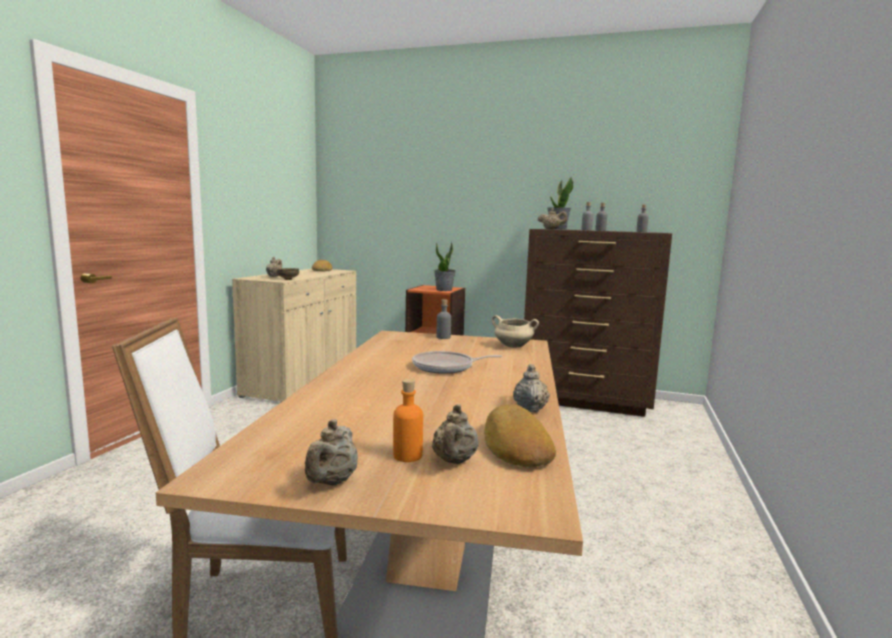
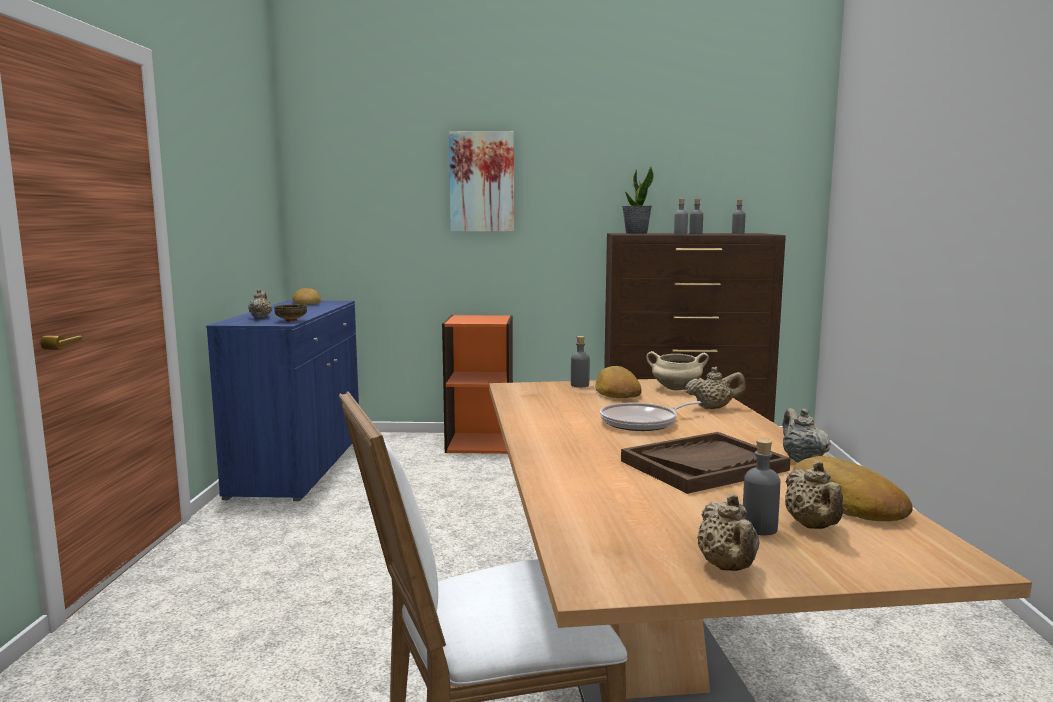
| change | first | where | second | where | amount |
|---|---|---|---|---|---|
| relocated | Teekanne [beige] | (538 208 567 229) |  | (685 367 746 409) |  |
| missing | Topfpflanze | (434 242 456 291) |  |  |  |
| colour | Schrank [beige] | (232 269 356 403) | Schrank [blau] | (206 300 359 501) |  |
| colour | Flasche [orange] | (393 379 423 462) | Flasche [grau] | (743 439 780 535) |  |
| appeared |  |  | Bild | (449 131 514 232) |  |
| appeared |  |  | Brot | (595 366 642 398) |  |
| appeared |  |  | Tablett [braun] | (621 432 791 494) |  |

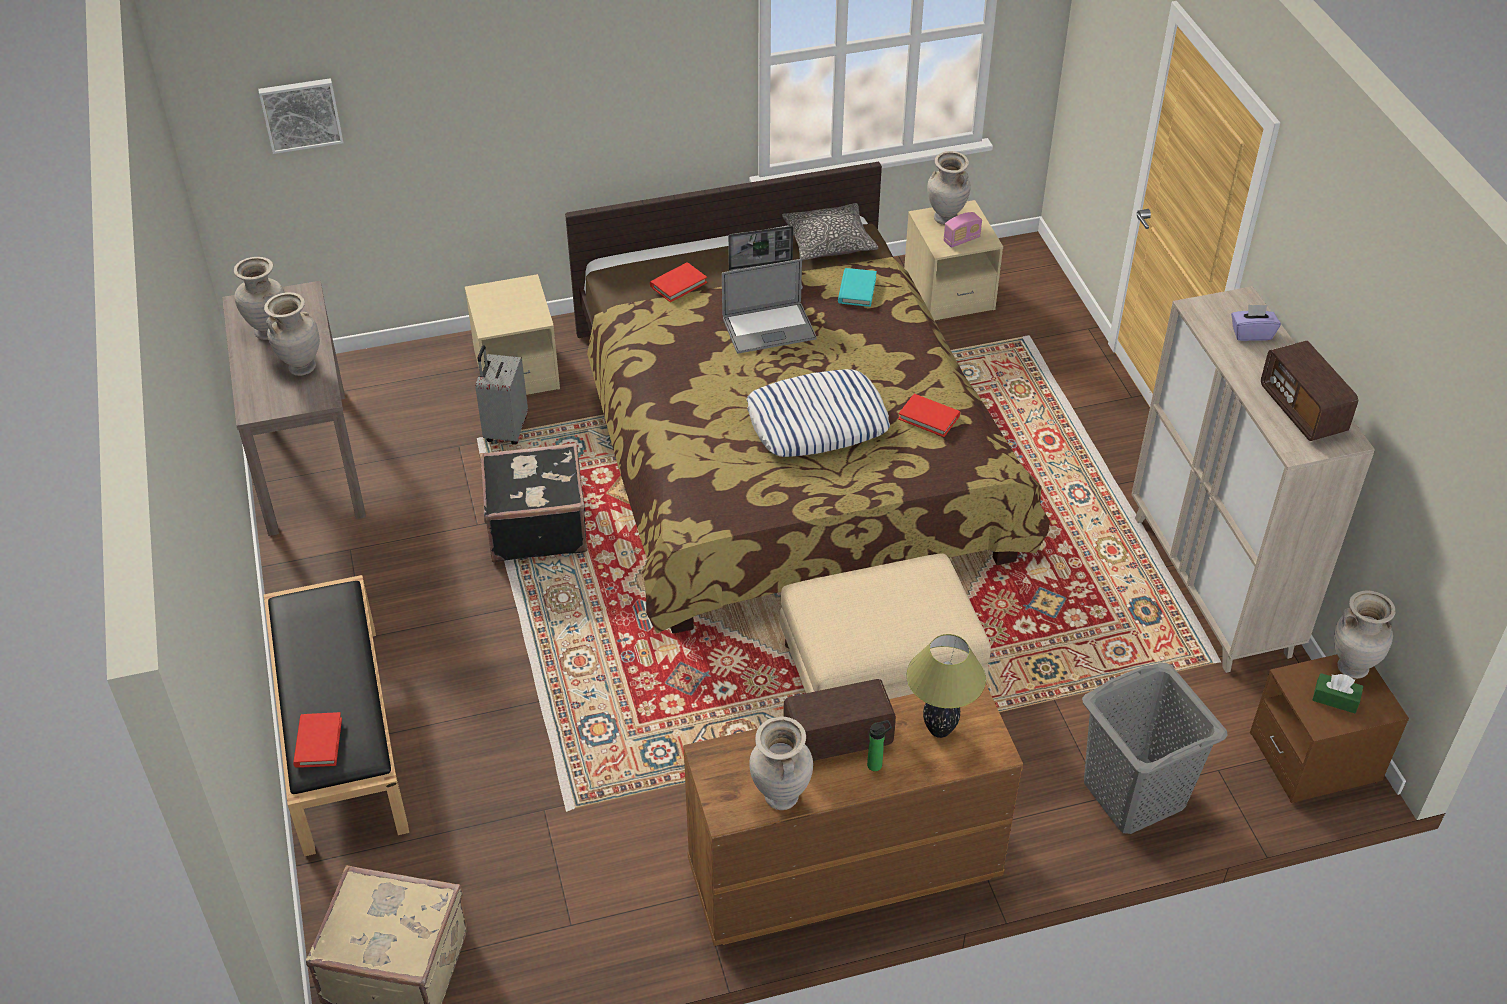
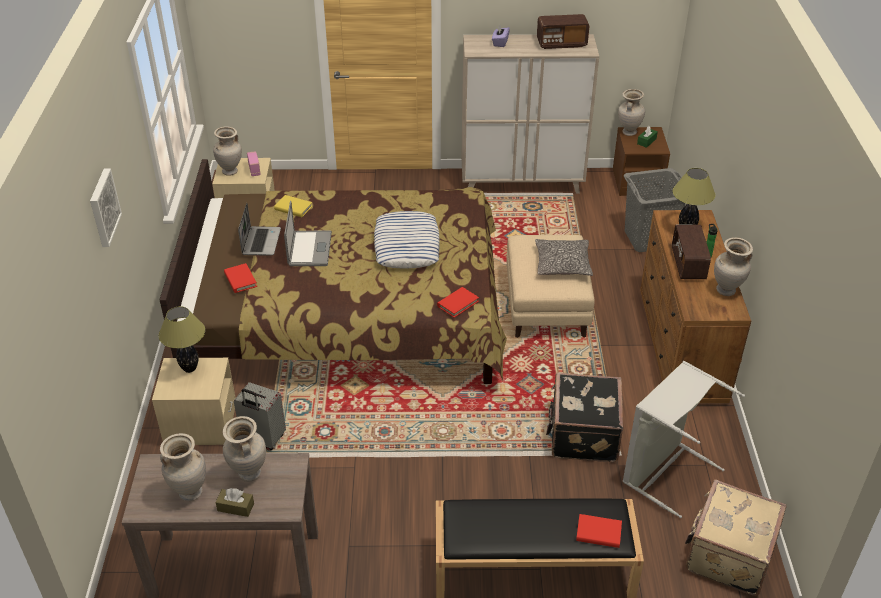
| change | first | where | second | where | amount |
|---|---|---|---|---|---|
| relocated | Bild | (258 78 343 154) |  | (90 168 122 247) |  |
| relocated | Kissen | (782 203 879 261) |  | (535 239 593 276) |  |
| colour | Buch [türkis] | (838 268 877 307) | Buch [gelb] | (274 195 312 217) |  |
| relocated | Buch [rot] | (898 394 960 437) |  | (437 287 479 318) |  |
| relocated | Koffer [schwarz] | (480 443 588 563) |  | (546 372 623 462) |  |
| appeared |  |  | Tischlampe | (159 306 205 373) |  |
| appeared |  |  | Wäschekorb [grau] | (623 361 745 518) |  |
| appeared |  |  | Taschentuchbox [braun] | (216 488 254 517) |  |

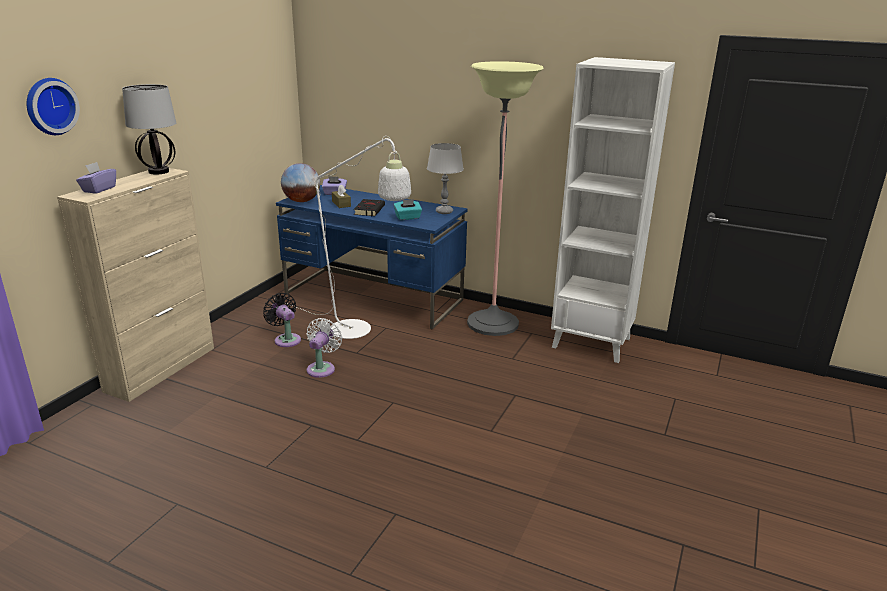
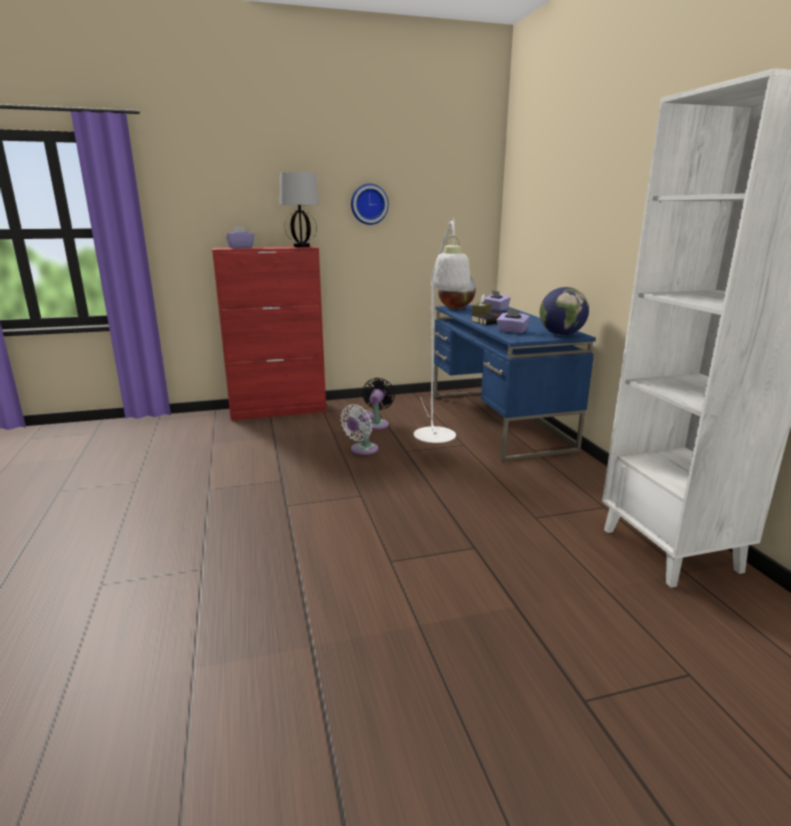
| change | first | where | second | where | amount |
|---|---|---|---|---|---|
| missing | Stehlampe | (467 61 543 336) |  |  |  |
| relocated | Wanduhr | (27 78 80 135) |  | (351 184 389 225) |  |
| exchanged | Tischlampe [grau] | (427 143 464 214) | Globus | (540 287 589 335) |  |
| colour | Schrank [beige] | (57 168 214 402) | Schrank [rot] | (212 246 326 420) |  |
| colour | Taschentuchbox [türkis] | (393 199 422 220) | Taschentuchbox [lila] | (496 309 530 333) |  |
| spun | Ventilator [weiß] | (307 318 342 378) |  | (340 404 378 455) | 150 degrees clockwise |

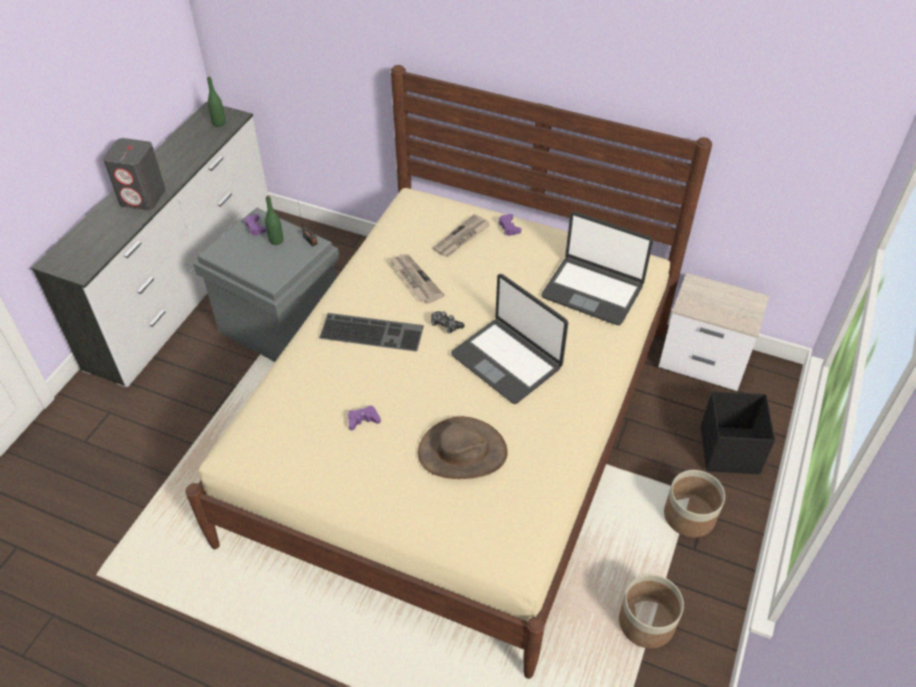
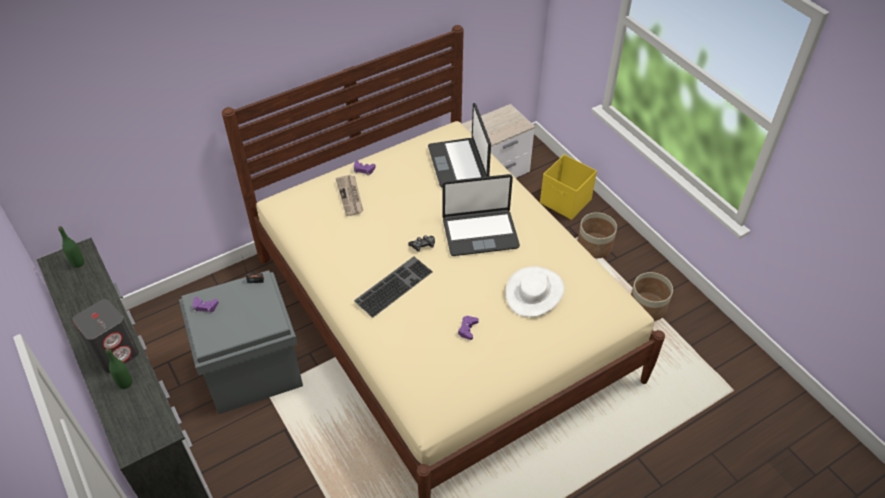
| change | first | where | second | where | amount |
|---|---|---|---|---|---|
| relocated | Flasche [grün] | (265 196 283 245) |  | (106 348 133 389) |  |
| spun | Laptop | (542 212 653 325) |  | (428 103 491 188) | 105 degrees clockwise |
| missing | Zeitung | (389 254 444 304) |  |  |  |
| colour | Aufbewahrungsbox [schwarz] | (701 391 775 474) | Aufbewahrungsbox [gelb] | (540 154 597 220) |  |
| colour | Hut [braun] | (418 417 508 479) | Hut [weiß] | (506 267 564 317) |  |

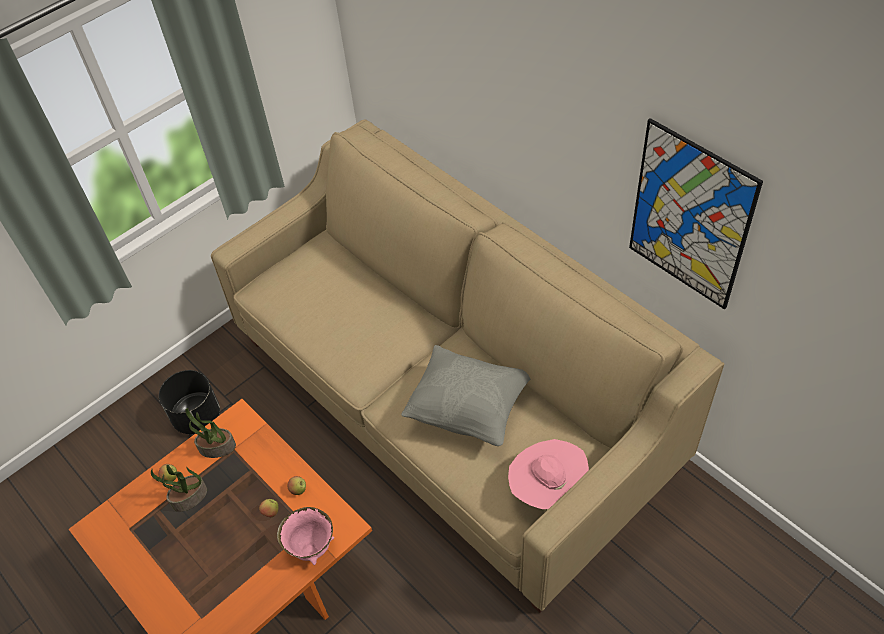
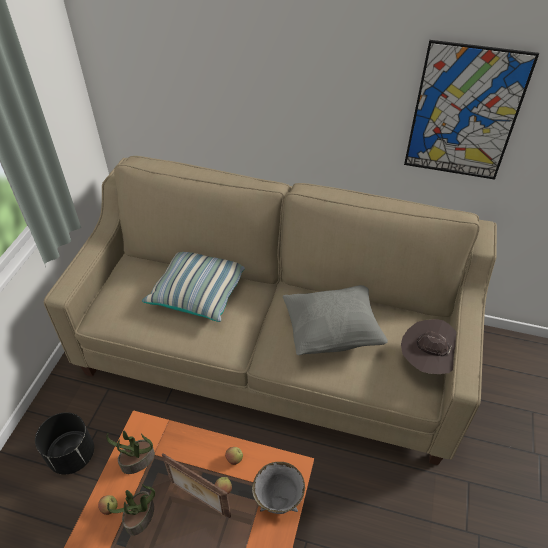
| change | first | where | second | where | amount |
|---|---|---|---|---|---|
| colour | Hut [rosa] | (508 439 589 509) | Hut [braun] | (401 319 457 374) |  |
| colour | Schüssel [rosa] | (277 507 334 565) | Schüssel [grau] | (252 462 305 514) |  |
| appeared |  |  | Kissen | (142 252 245 322) |  |
| appeared |  |  | Bilderrahmen | (162 453 231 518) |  |

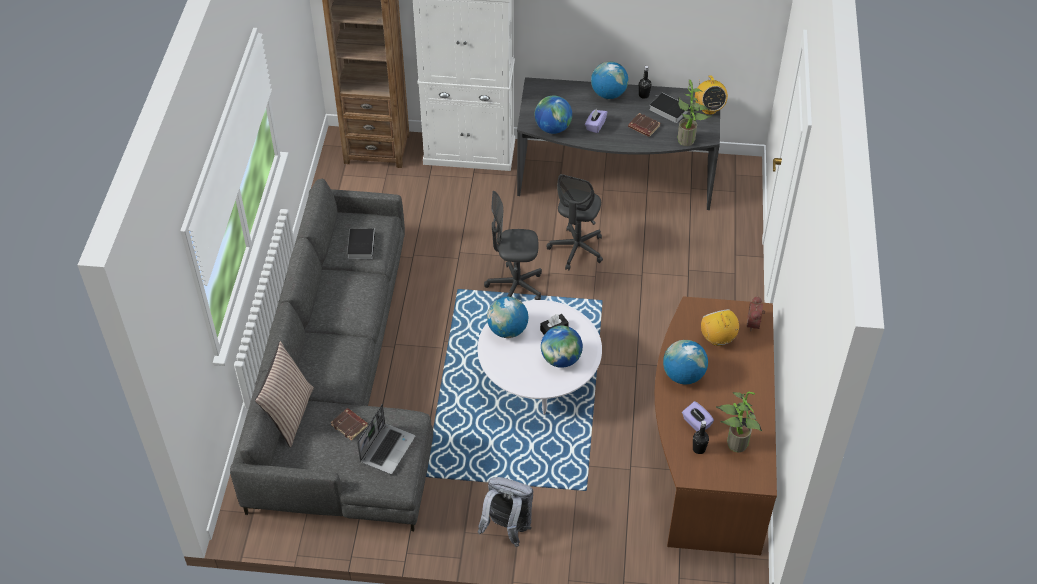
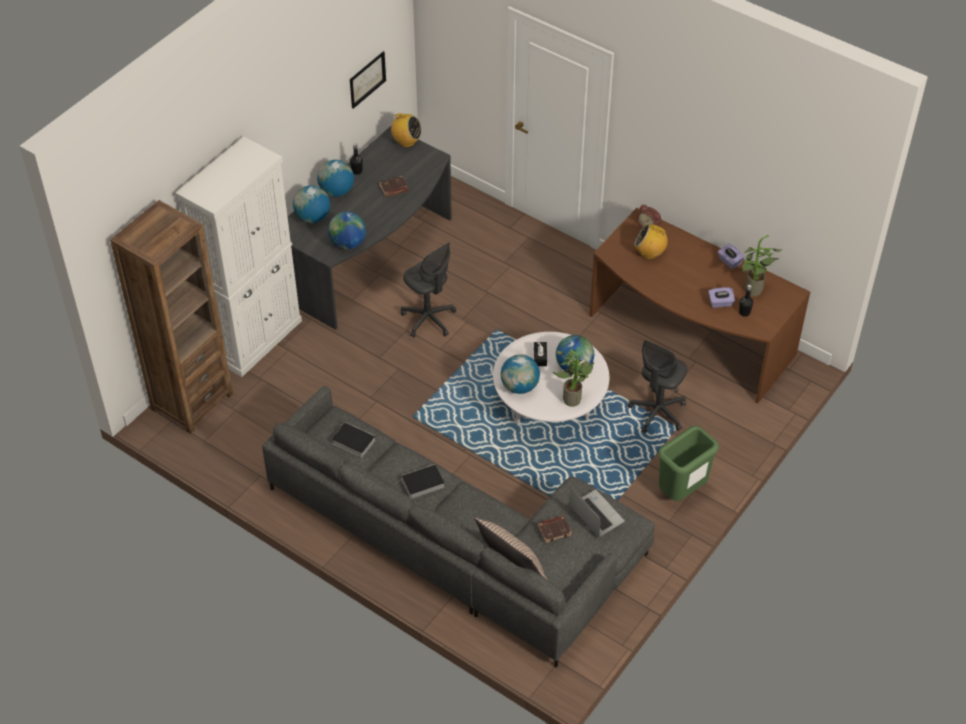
| change | first | where | second | where | amount |
|---|---|---|---|---|---|
| relocated | Topfpflanze | (678 80 712 146) |  | (553 349 594 407) |  |
| relocated | Buch | (649 93 688 123) |  | (397 464 444 499) |  |
| relocated | Taschentuchbox [lila] | (585 108 608 133) |  | (718 243 744 269) |  |
| relocated | Bürostuhl [grau] | (484 191 542 300) |  | (628 340 687 433) |  |
| relocated | Globus | (663 340 708 384) |  | (293 186 330 223) |  |
| exchanged | Rucksack [grau] | (478 477 533 547) | Mülleimer [grün] | (658 426 719 501) |  |
| appeared |  |  | Bild | (350 51 386 109) |  |

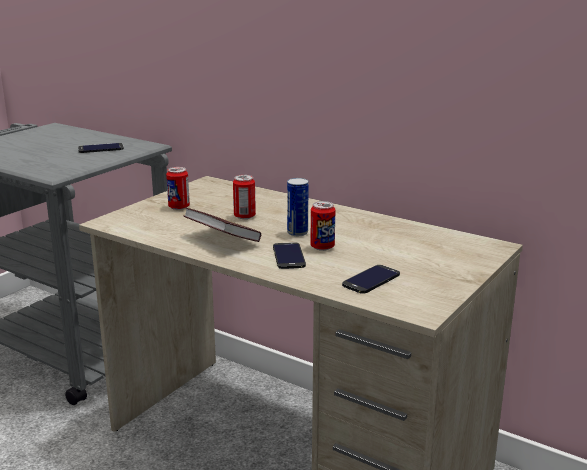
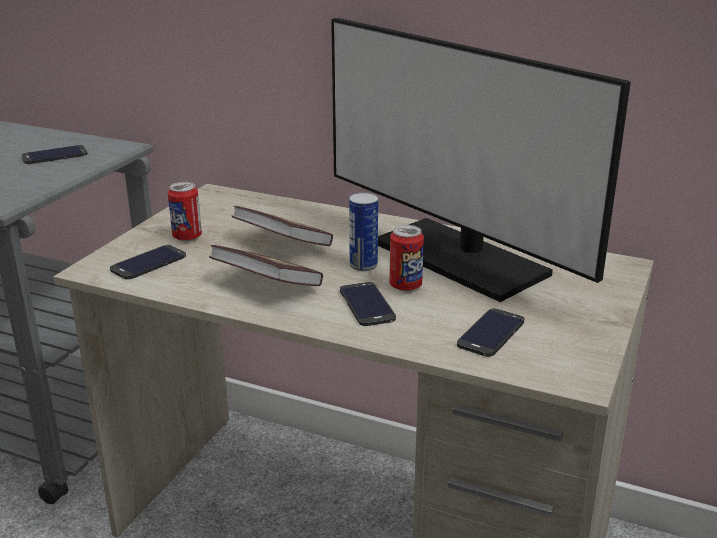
| change | first | where | second | where | amount |
|---|---|---|---|---|---|
| exchanged | Dose | (233 175 256 219) | Buch | (232 206 333 246) |  |
| appeared |  |  | Monitor | (331 18 631 302) |  |
| appeared |  |  | Handy | (110 245 186 280) |  |

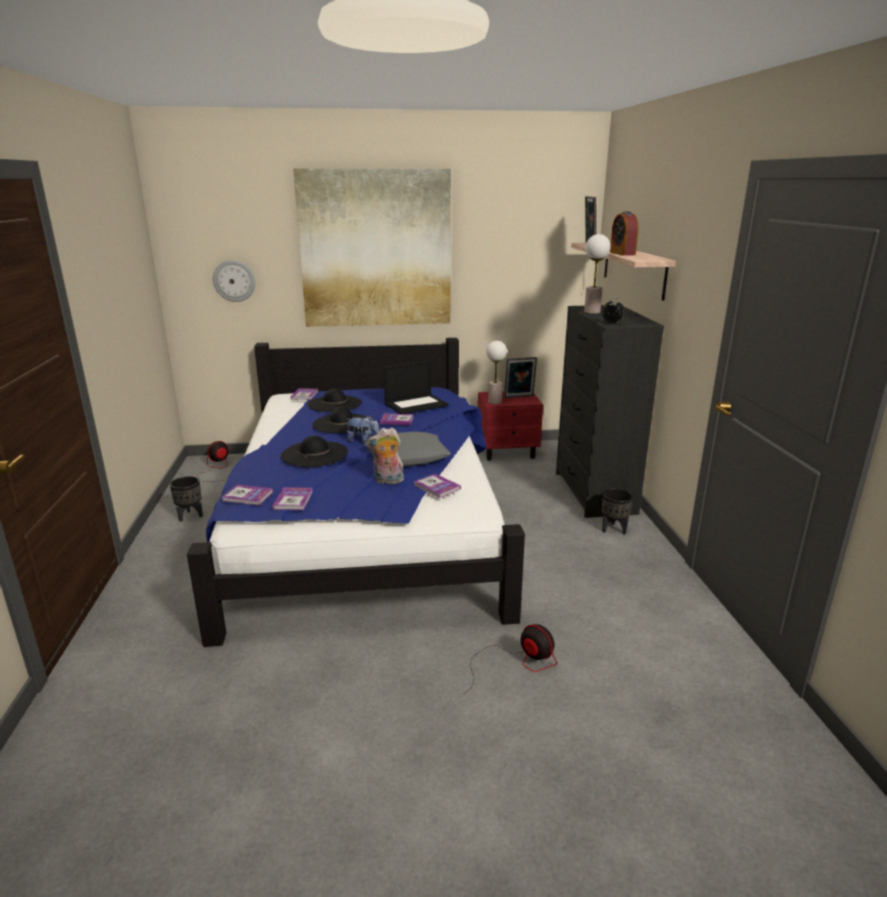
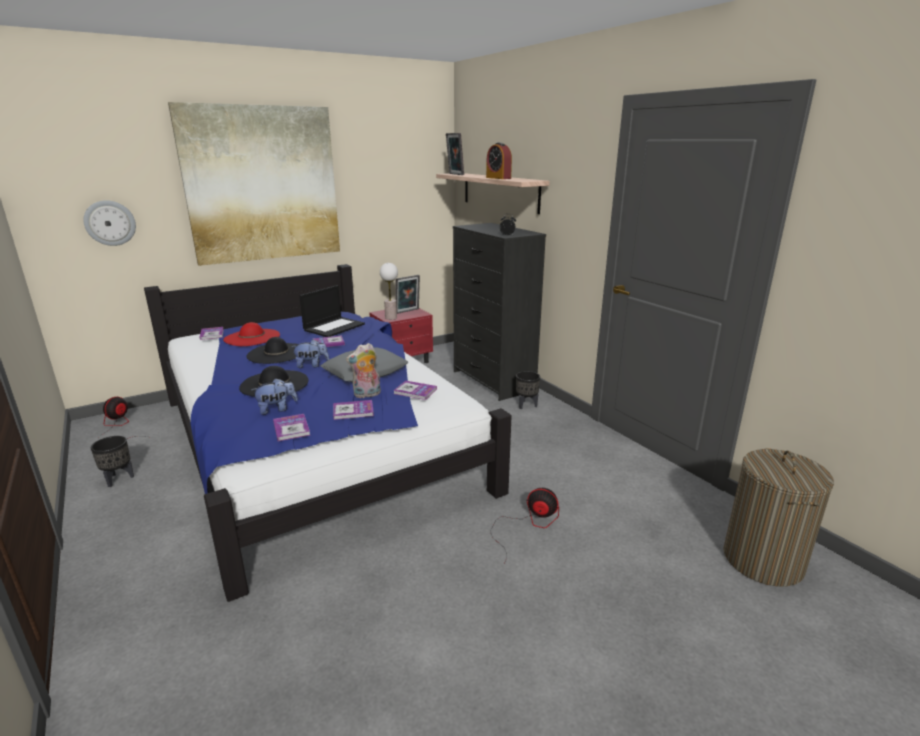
| change | first | where | second | where | amount |
|---|---|---|---|---|---|
| missing | Tischlampe | (584 234 611 314) |  |  |  |
| colour | Hut [schwarz] | (307 388 361 412) | Hut [rot] | (223 322 280 346) |  |
| relocated | Buch | (222 485 273 505) |  | (333 400 374 420) |  |
| appeared |  |  | Plüschtier | (252 378 298 415) |  |
| appeared |  |  | Wäschekorb | (723 448 834 587) |  |

